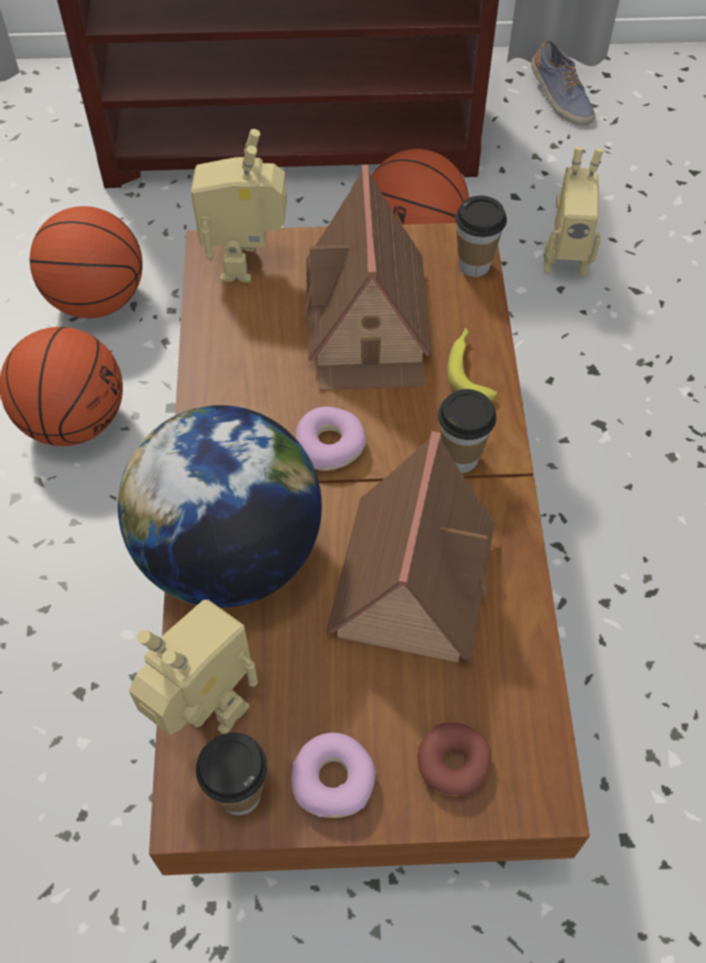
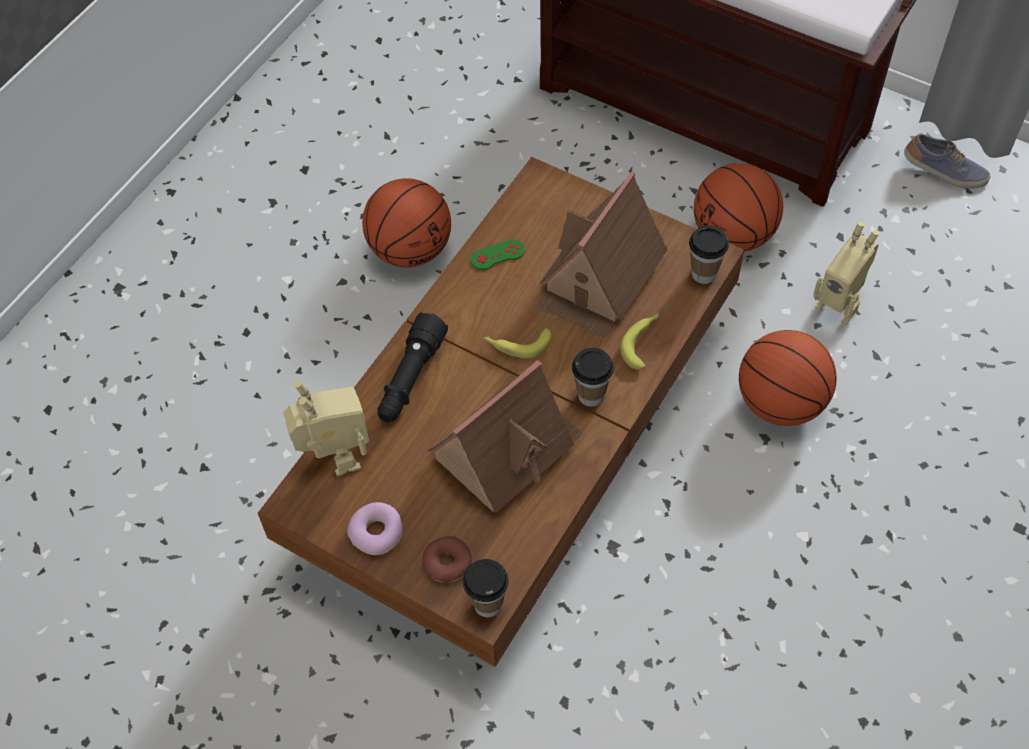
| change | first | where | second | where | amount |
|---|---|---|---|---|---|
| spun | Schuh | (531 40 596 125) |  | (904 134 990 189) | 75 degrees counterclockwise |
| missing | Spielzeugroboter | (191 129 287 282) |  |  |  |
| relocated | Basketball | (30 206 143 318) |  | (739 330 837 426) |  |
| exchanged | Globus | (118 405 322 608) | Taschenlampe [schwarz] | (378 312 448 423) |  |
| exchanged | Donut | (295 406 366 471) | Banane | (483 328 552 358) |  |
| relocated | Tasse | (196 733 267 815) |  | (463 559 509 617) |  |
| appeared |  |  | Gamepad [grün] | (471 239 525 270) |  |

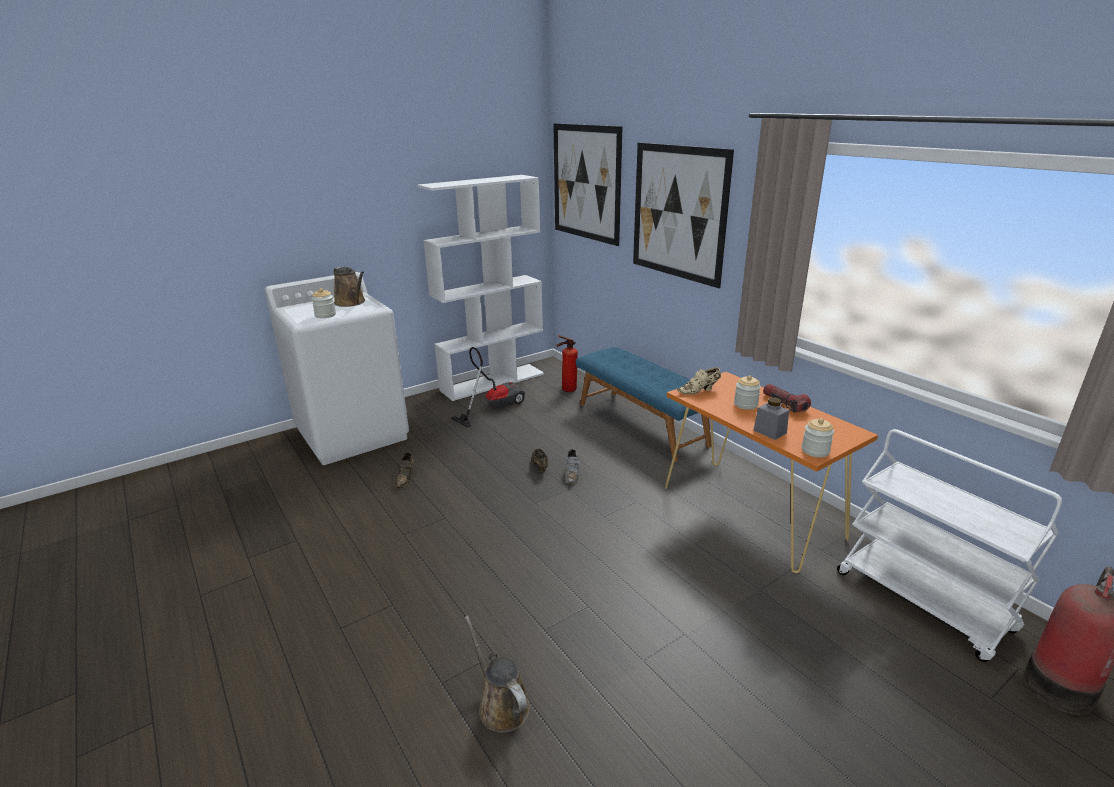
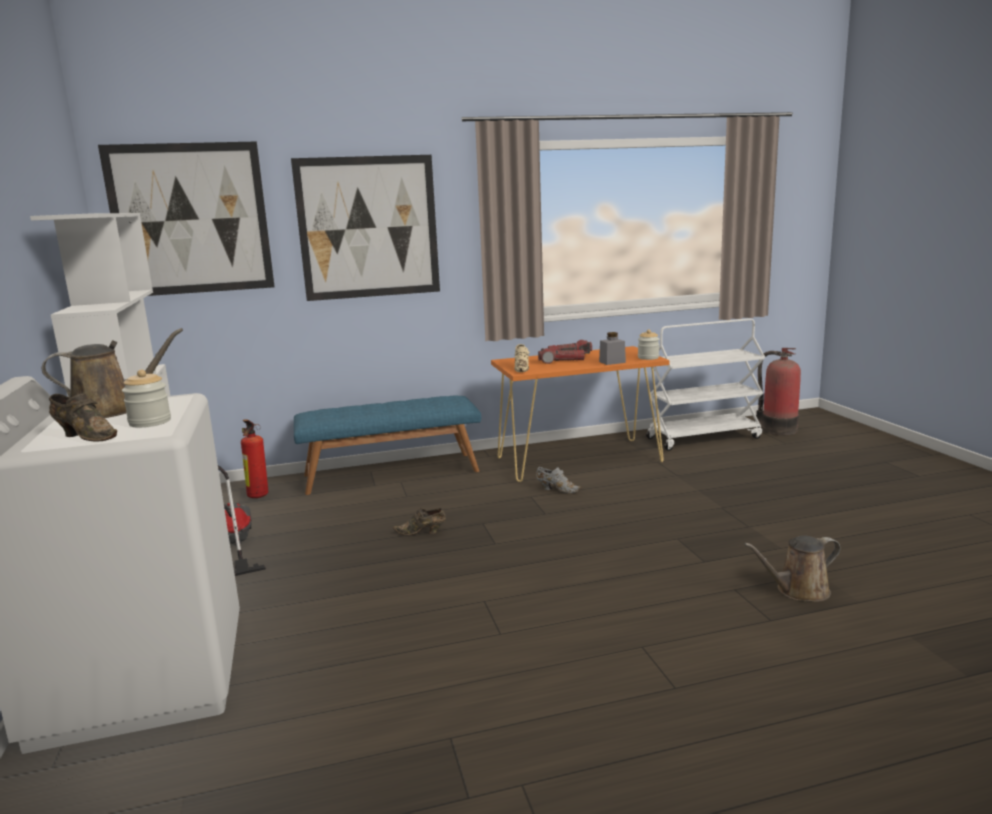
| change | first | where | second | where | amount |
|---|---|---|---|---|---|
| exchanged | Vorratsglas | (734 375 761 410) | Taschenlampe | (538 348 585 364) |  |
| relocated | Schuh [grau] | (565 449 580 484) |  | (536 467 582 493) |  |
| relocated | Schuh [braun] | (396 452 414 488) |  | (49 393 117 441) |  |

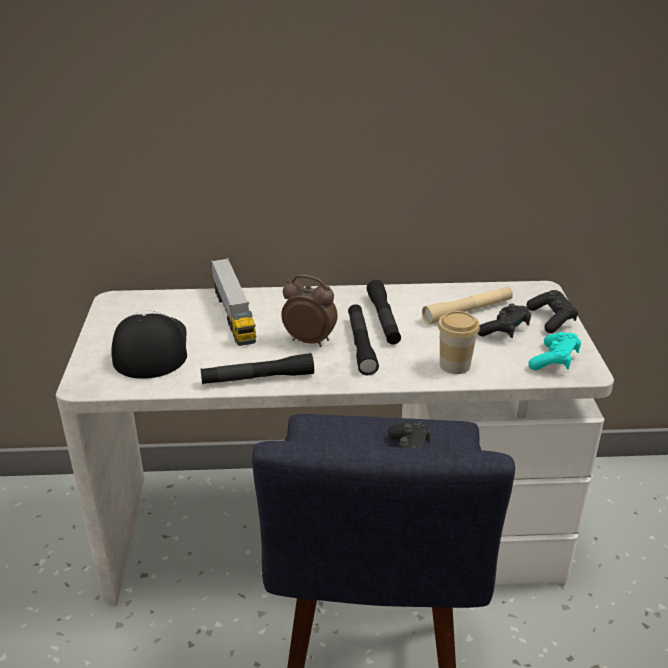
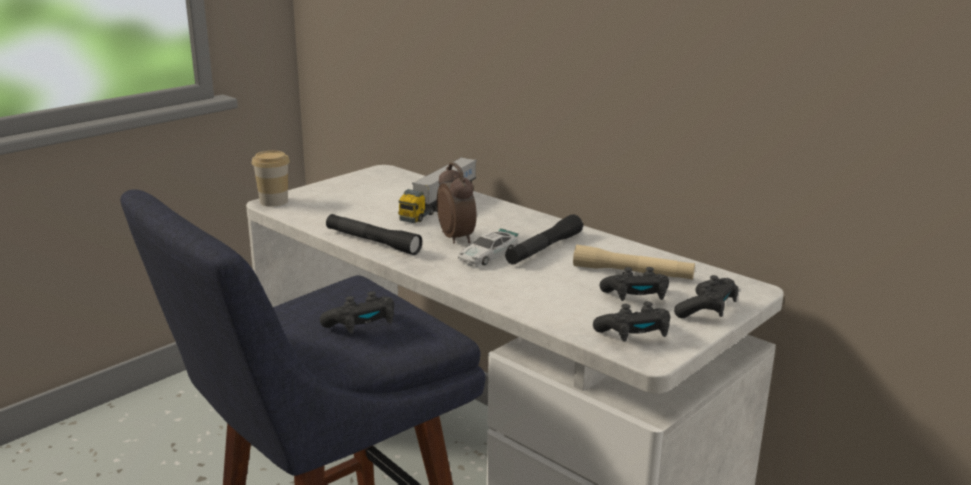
| change | first | where | second | where | amount |
|---|---|---|---|---|---|
| exchanged | Taschenlampe [schwarz] | (348 304 379 375) | Spielzeugauto | (458 228 519 267) |  |
| missing | Kappe | (111 310 187 379) |  |  |  |
| relocated | Tasse | (438 311 480 374) |  | (252 151 290 207) |  |
| colour | Gamepad [türkis] | (529 332 581 370) | Gamepad [schwarz] | (593 301 670 342) |  |

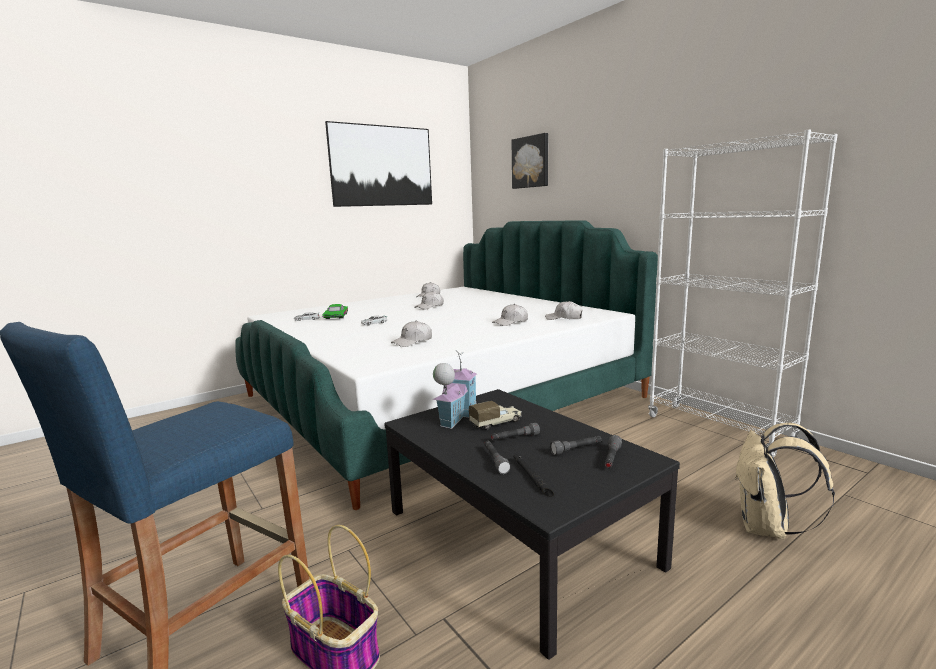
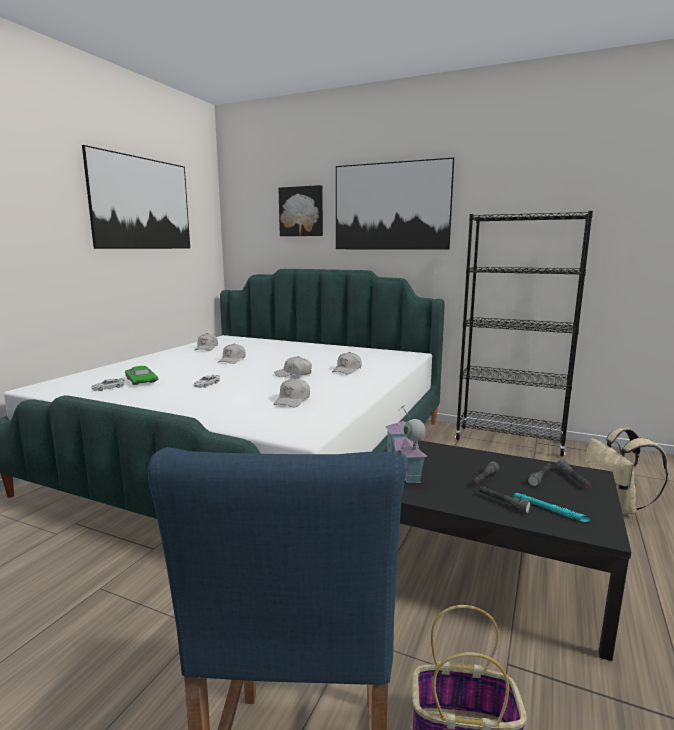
| change | first | where | second | where | amount |
|---|---|---|---|---|---|
| colour | Bücherregal [weiß] | (648 130 838 457) | Bücherregal [schwarz] | (455 211 593 457) |  |
| relocated | Kappe [weiß] | (545 301 582 320) |  | (274 356 312 377) |  |
| missing | Spielzeuglaster | (469 401 522 430) |  |  |  |
| colour | Taschenlampe [schwarz] | (513 454 554 497) | Taschenlampe [türkis] | (514 493 591 522) |  |
| appeared |  |  | Bild | (336 157 454 250) |  |

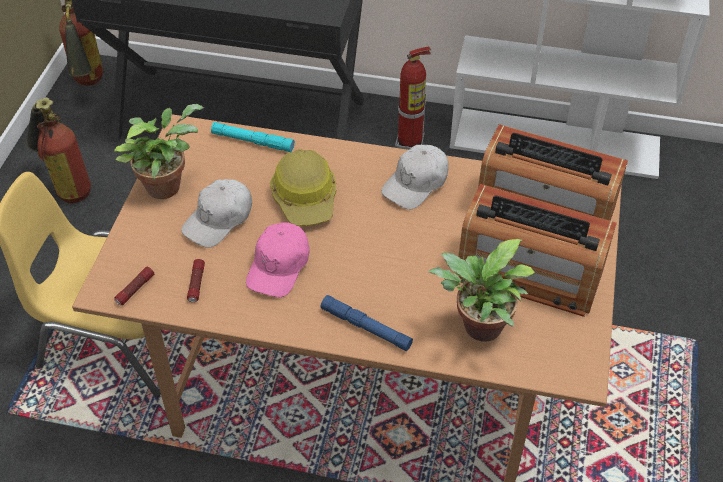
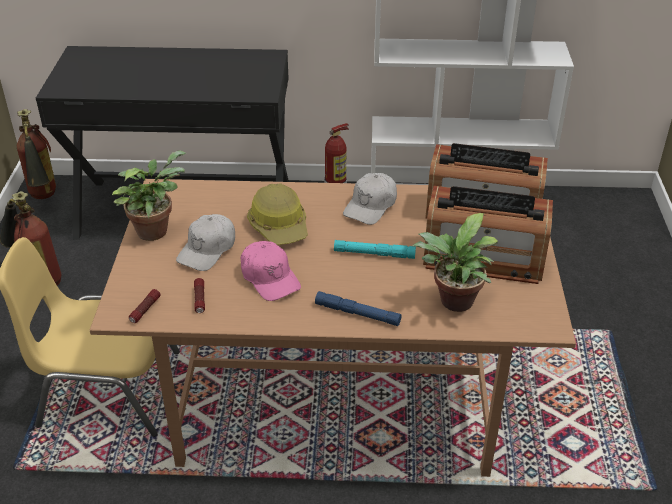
| change | first | where | second | where | amount |
|---|---|---|---|---|---|
| relocated | Taschenlampe [türkis] | (211 122 295 152) |  | (334 240 416 259) |  |
| spun | Kappe [rosa] | (246 222 310 297) |  | (241 241 301 301) | 45 degrees counterclockwise |

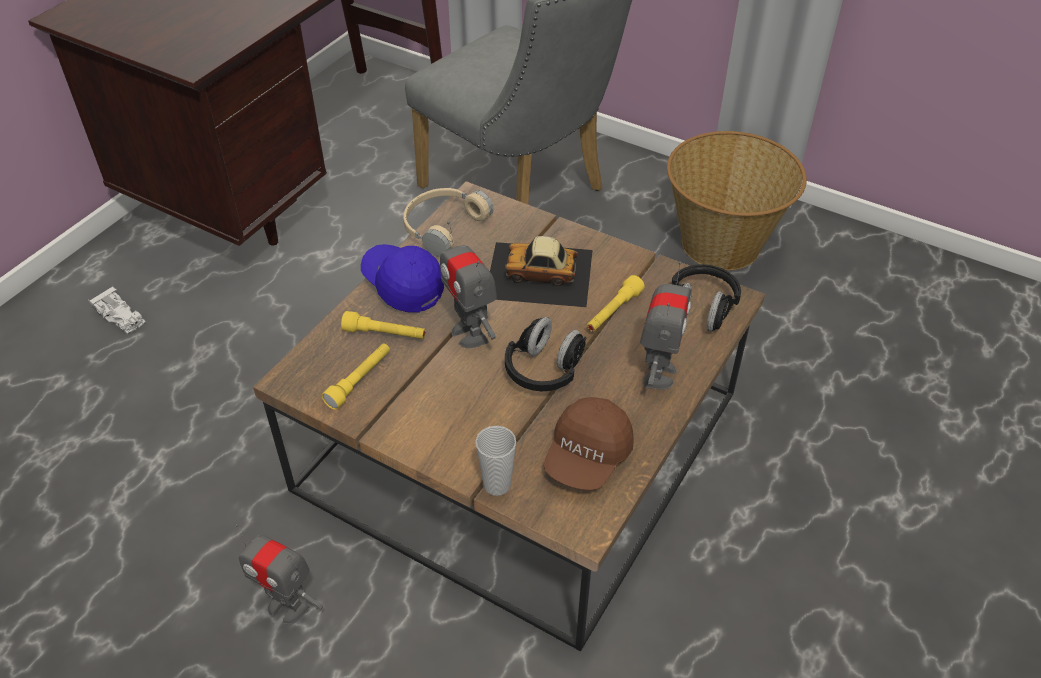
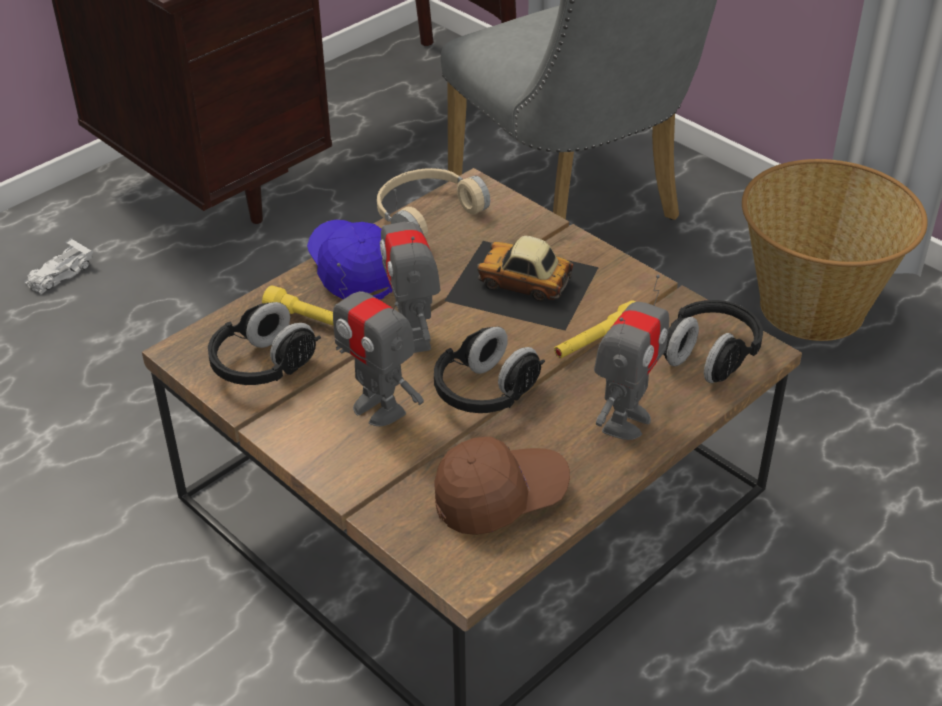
| change | first | where | second | where | amount |
|---|---|---|---|---|---|
| spun | Spielzeugauto [weiß] | (88 286 147 335) |  | (24 237 93 294) | 75 degrees clockwise |
| exchanged | Taschenlampe [gelb] | (322 344 390 410) | Kopfhörer [schwarz] | (208 302 321 385) |  |
| spun | Kappe [braun] | (544 397 633 490) |  | (435 436 570 535) | 150 degrees counterclockwise |
| missing | Tasse | (476 426 516 496) |  |  |  |
| relocated | Spielzeugroboter | (235 524 323 625) |  | (333 263 424 426) |  |

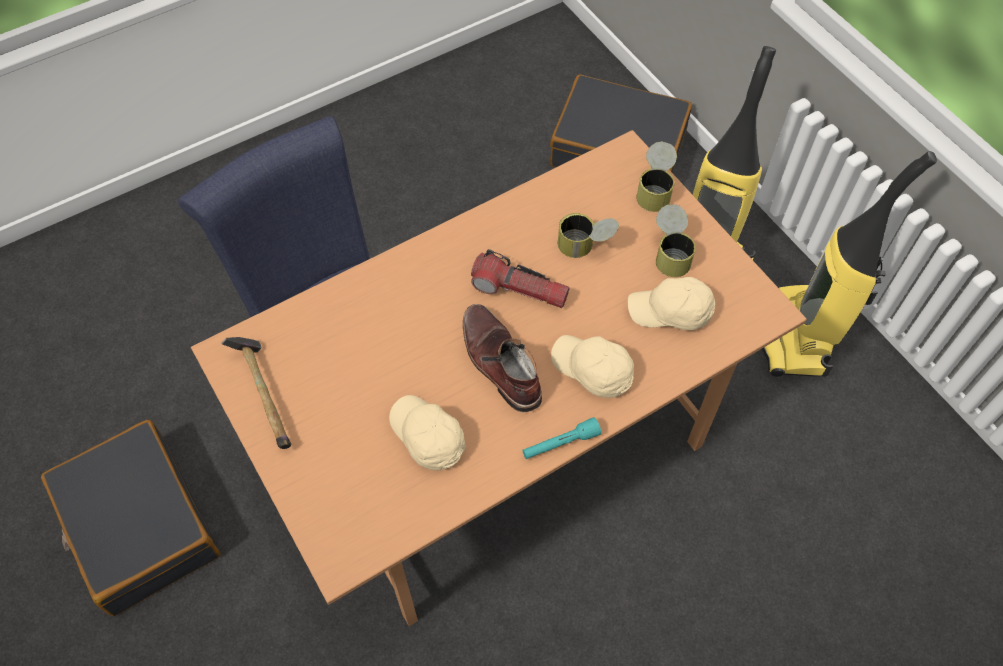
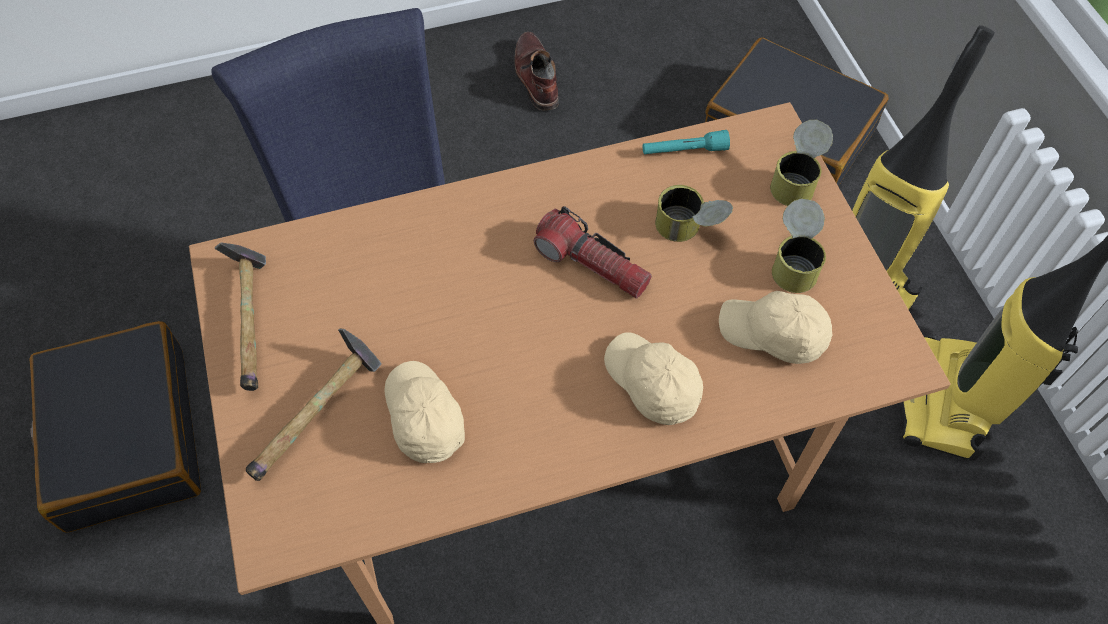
| change | first | where | second | where | amount |
|---|---|---|---|---|---|
| relocated | Stiefel [braun] | (463 304 542 412) |  | (514 32 559 111) |  |
| relocated | Taschenlampe [türkis] | (523 417 601 459) |  | (643 130 730 154) |  |
| appeared |  |  | Hammer | (246 328 381 481) |  |

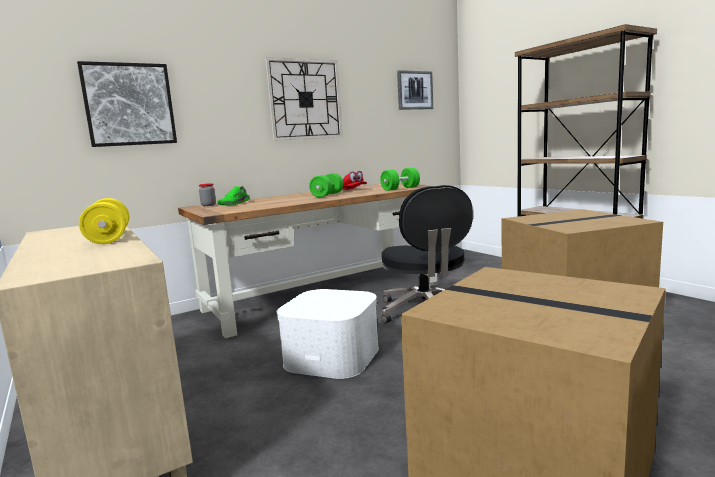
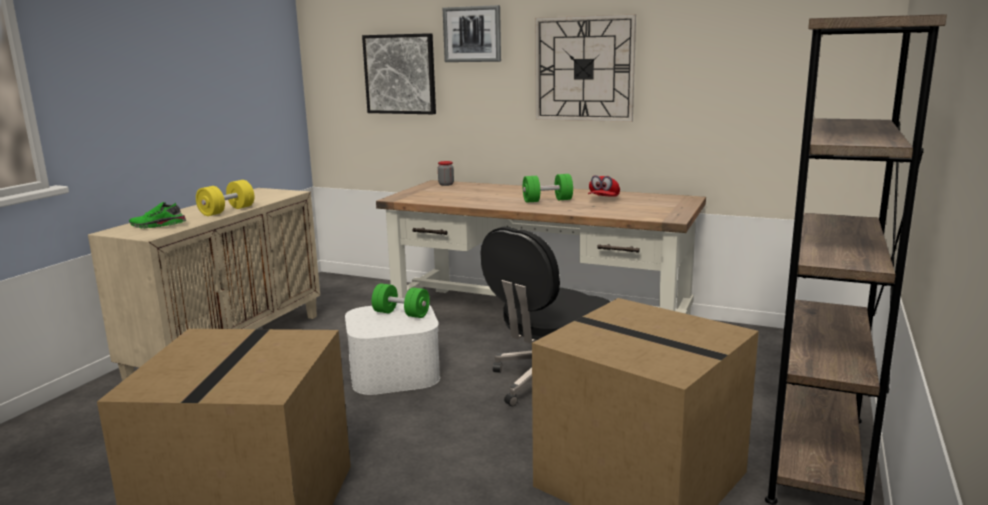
| change | first | where | second | where | amount |
|---|---|---|---|---|---|
| relocated | Bild | (397 70 433 110) |  | (443 5 501 62) |  |
| relocated | Hantel [grün] | (380 168 420 191) |  | (372 284 430 318) |  |
| relocated | Schuh [grün] | (217 186 250 205) |  | (129 202 186 228) |  |

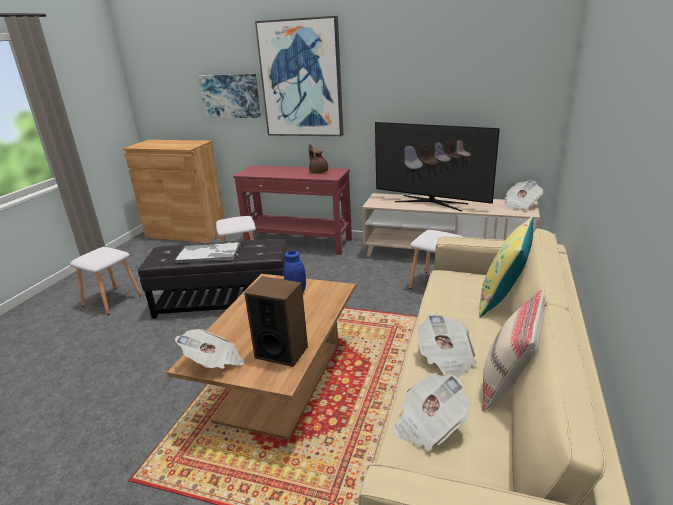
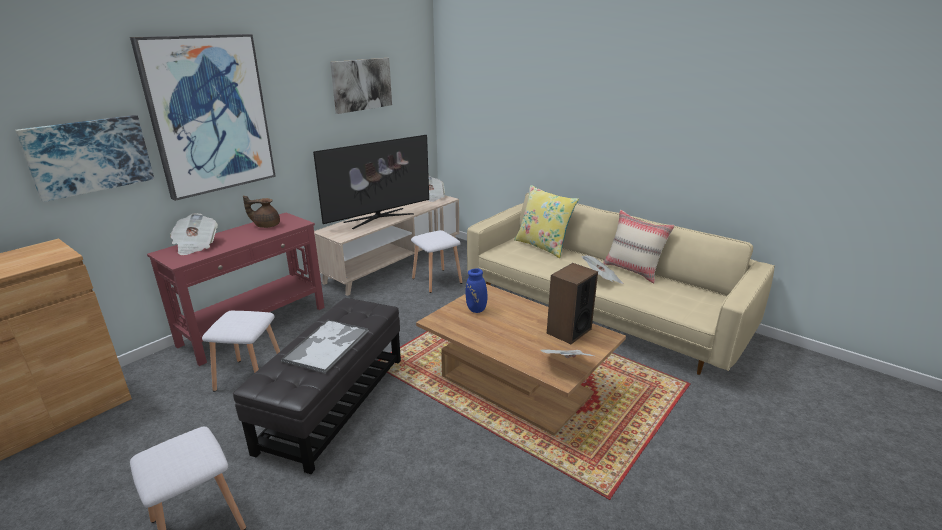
| change | first | where | second | where | amount |
|---|---|---|---|---|---|
| relocated | Zeitung | (392 373 470 451) |  | (170 213 218 255) |  |
| appeared |  |  | Bild | (330 58 392 114) |  |

